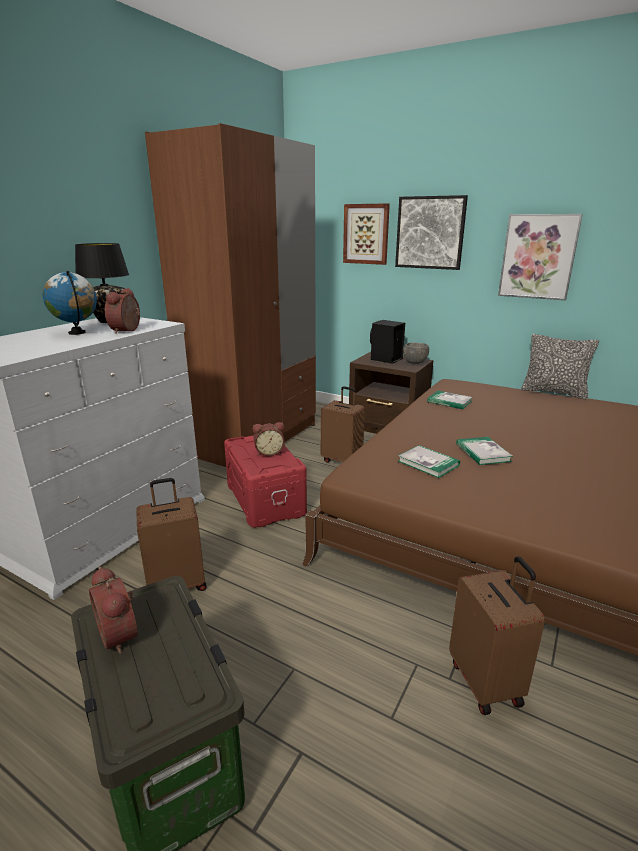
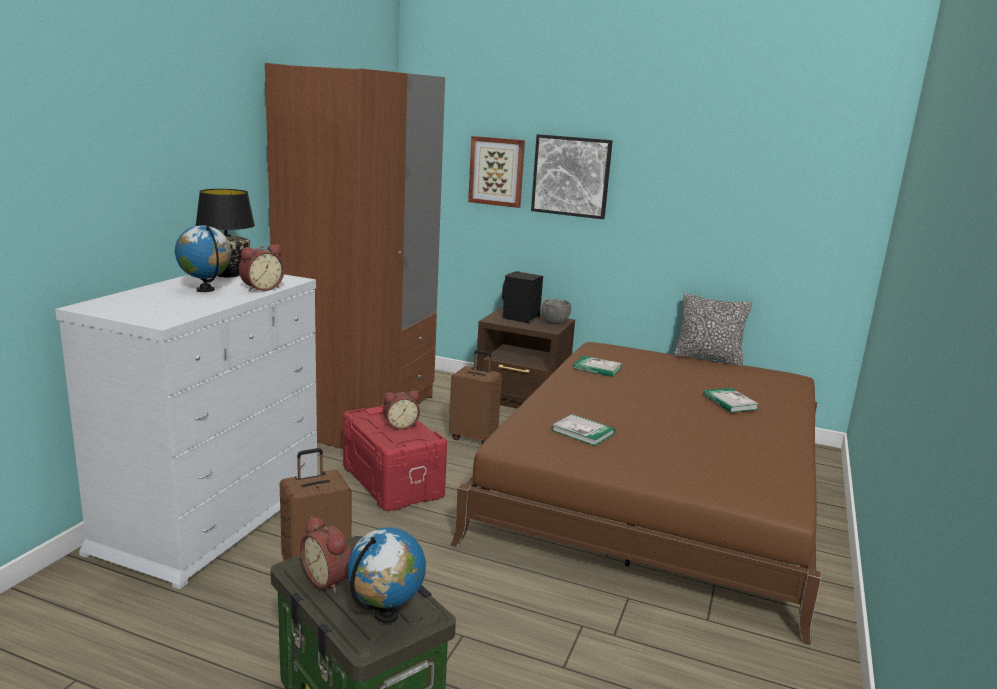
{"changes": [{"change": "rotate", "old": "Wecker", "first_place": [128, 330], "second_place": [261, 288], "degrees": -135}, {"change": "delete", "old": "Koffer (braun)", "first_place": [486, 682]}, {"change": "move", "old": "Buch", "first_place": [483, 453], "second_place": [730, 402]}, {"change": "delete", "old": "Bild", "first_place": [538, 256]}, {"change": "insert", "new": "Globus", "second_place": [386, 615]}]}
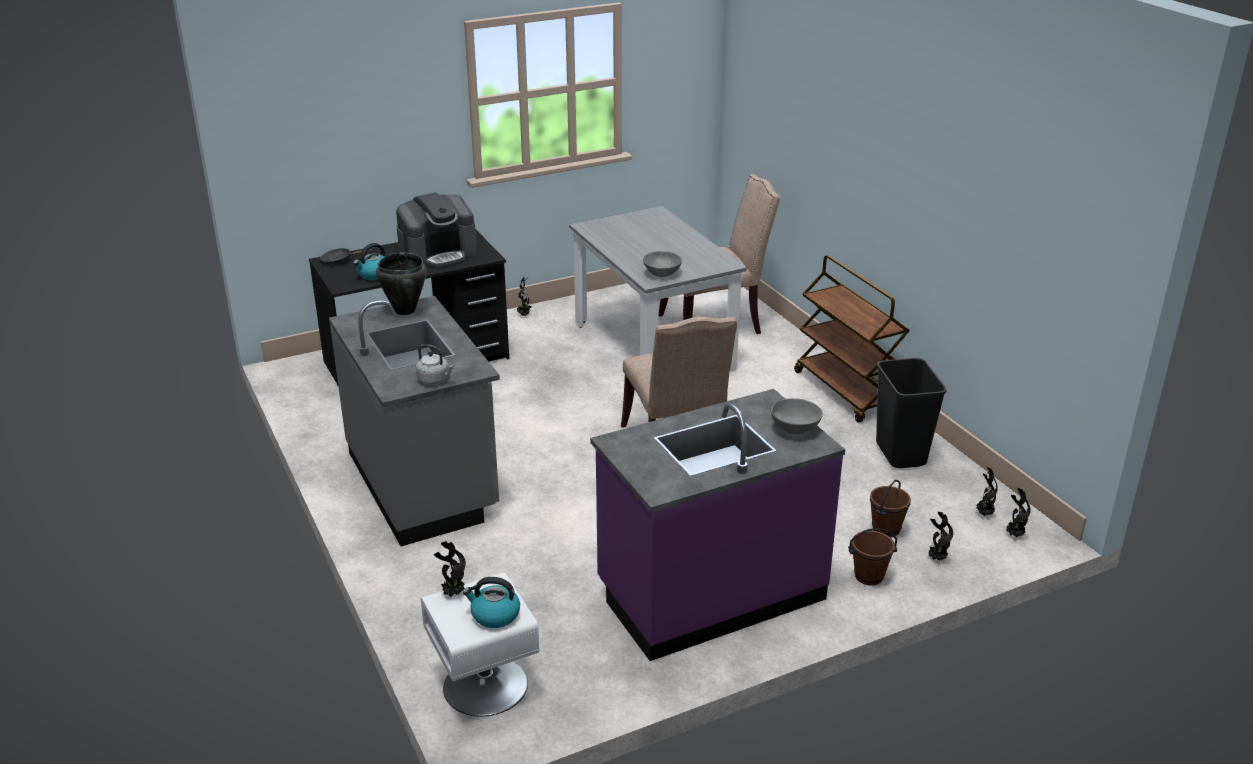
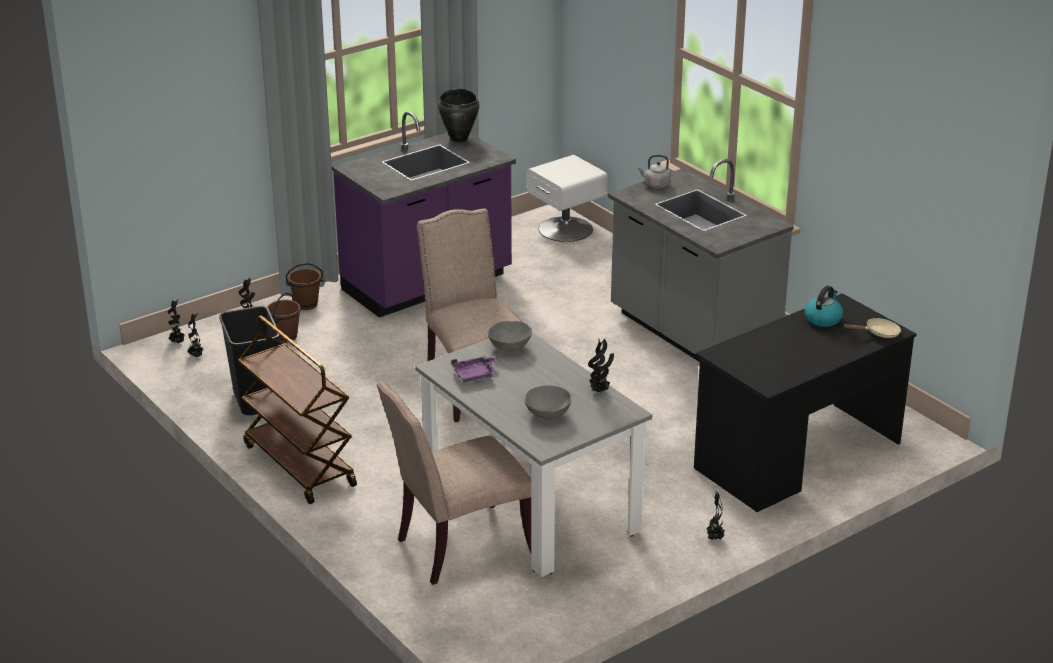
{"changes": [{"change": "recolor", "old": "Pfanne (schwarz)", "new": "Pfanne (beige)", "first_place": [340, 260], "second_place": [878, 333]}, {"change": "move", "old": "Kochtopf (schwarz)", "first_place": [404, 310], "second_place": [459, 138]}, {"change": "delete", "old": "Kaffeemaschine", "first_place": [438, 254]}, {"change": "move", "old": "Topfpflanze", "first_place": [452, 594], "second_place": [600, 391]}, {"change": "delete", "old": "Wasserkessel", "first_place": [494, 615]}, {"change": "move", "old": "Schüssel (grau)", "first_place": [795, 428], "second_place": [548, 414]}, {"change": "insert", "new": "Tablett (lila)", "second_place": [475, 375]}]}
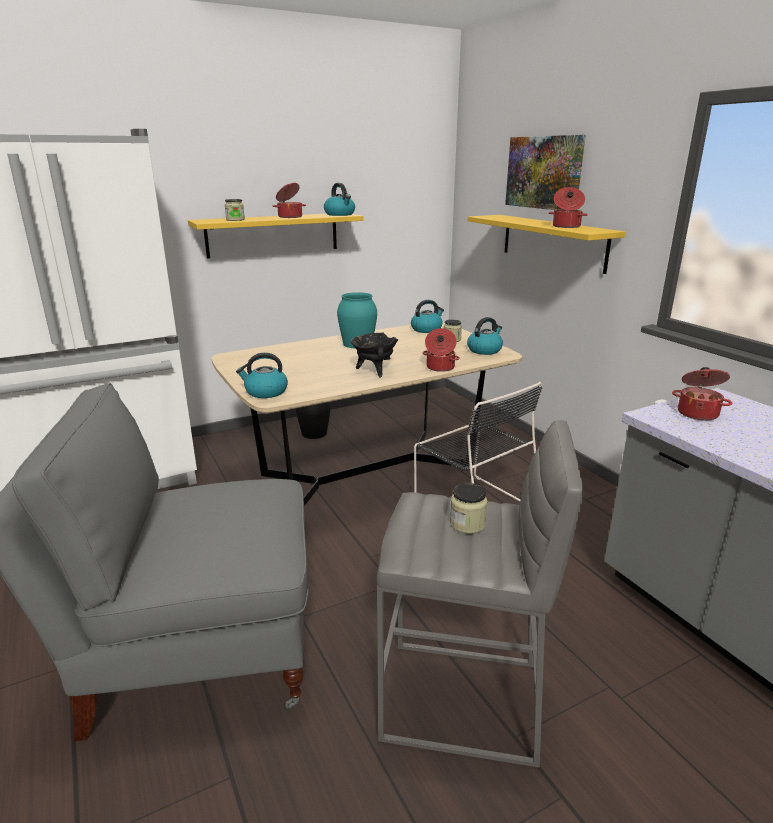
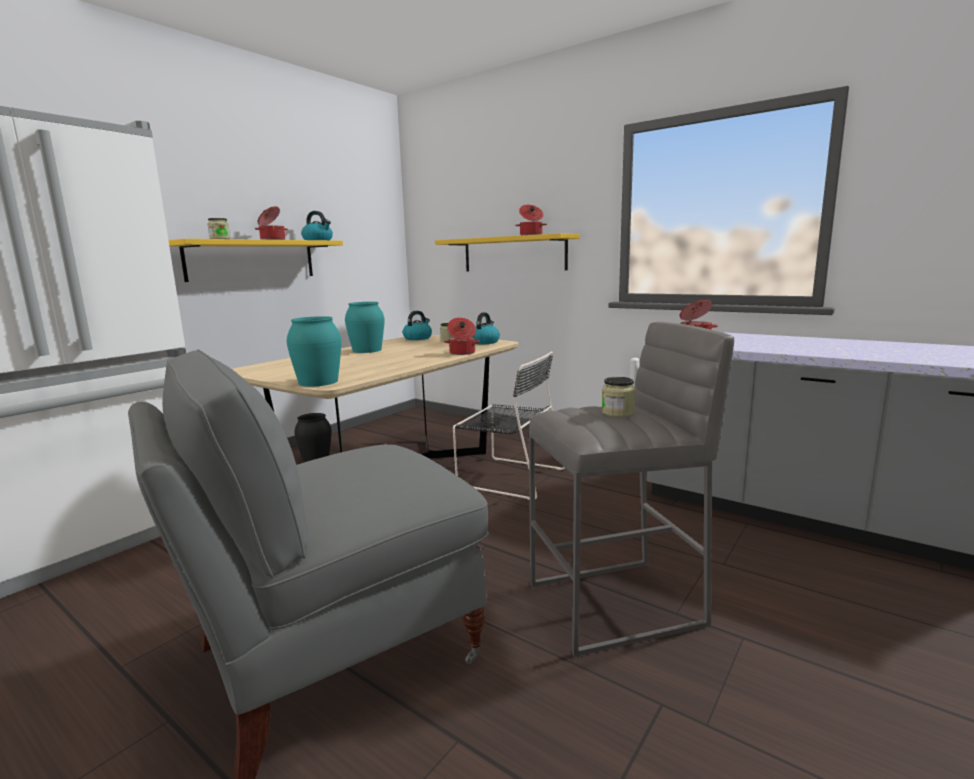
{"changes": [{"change": "replace", "old": "Wasserkessel", "new": "Vase (türkis)", "first_place": [265, 392], "second_place": [319, 382]}, {"change": "delete", "old": "Kochtopf (schwarz)", "first_place": [374, 370]}, {"change": "delete", "old": "Bild", "first_place": [544, 172]}]}
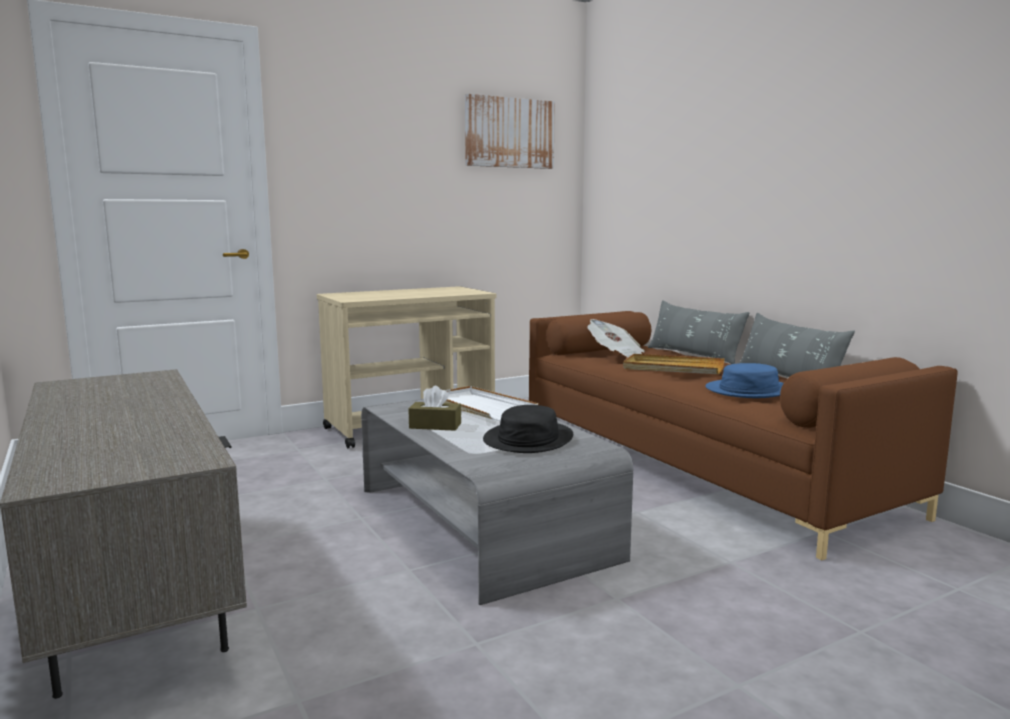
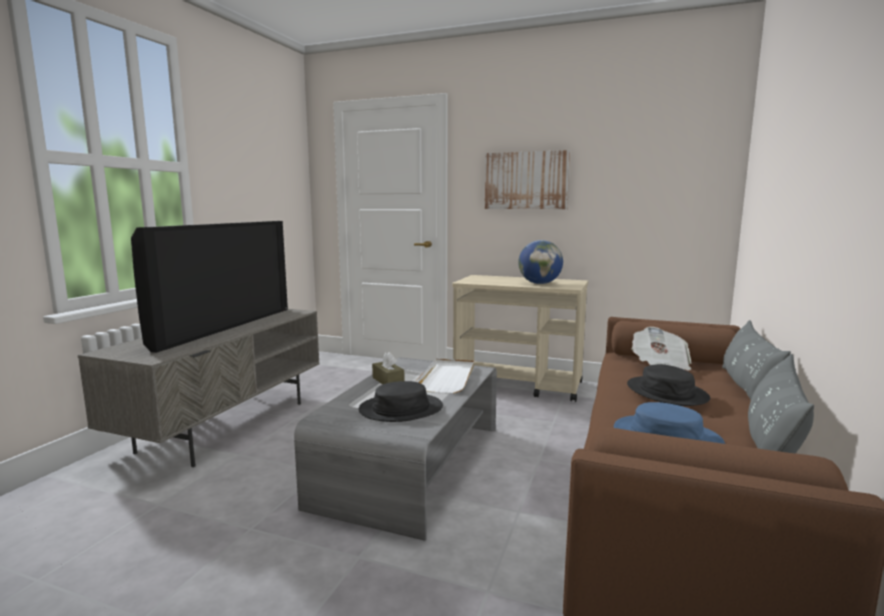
{"changes": [{"change": "move", "old": "Bild", "first_place": [509, 133], "second_place": [526, 180]}, {"change": "replace", "old": "Tablett (beige)", "new": "Hut (schwarz)", "first_place": [673, 368], "second_place": [667, 392]}, {"change": "insert", "new": "Fernseher", "second_place": [224, 326]}, {"change": "insert", "new": "Globus", "second_place": [539, 283]}]}
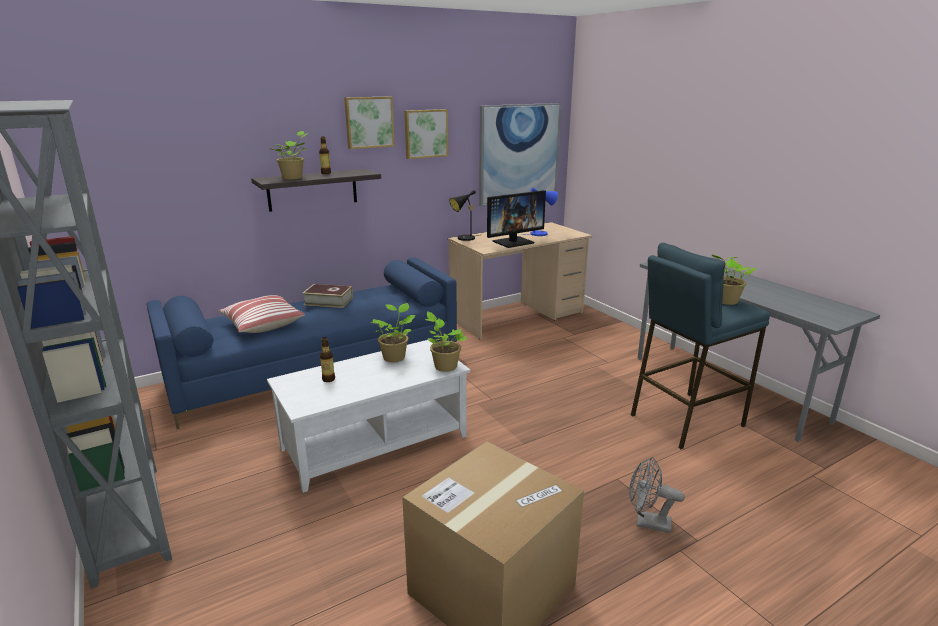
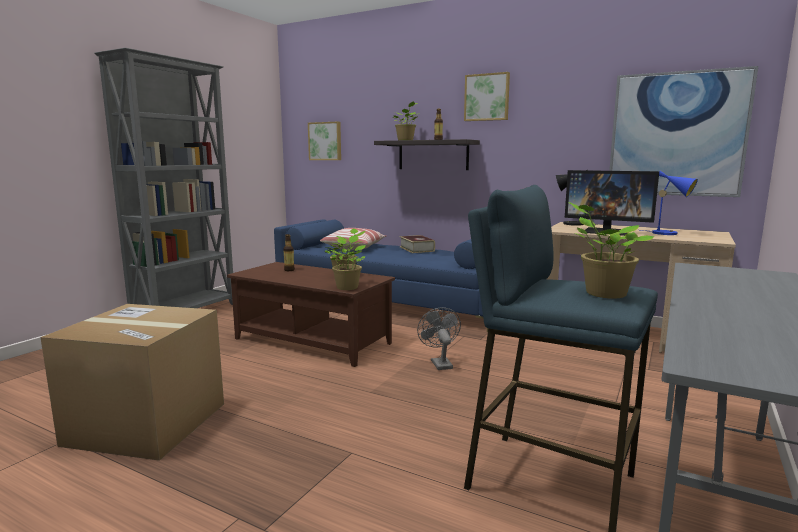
{"changes": [{"change": "recolor", "old": "Couchtisch (weiß)", "new": "Couchtisch (braun)", "first_place": [374, 442], "second_place": [313, 341]}, {"change": "move", "old": "Bild", "first_place": [425, 133], "second_place": [325, 141]}, {"change": "move", "old": "Ventilator (grau)", "first_place": [647, 523], "second_place": [439, 363]}]}
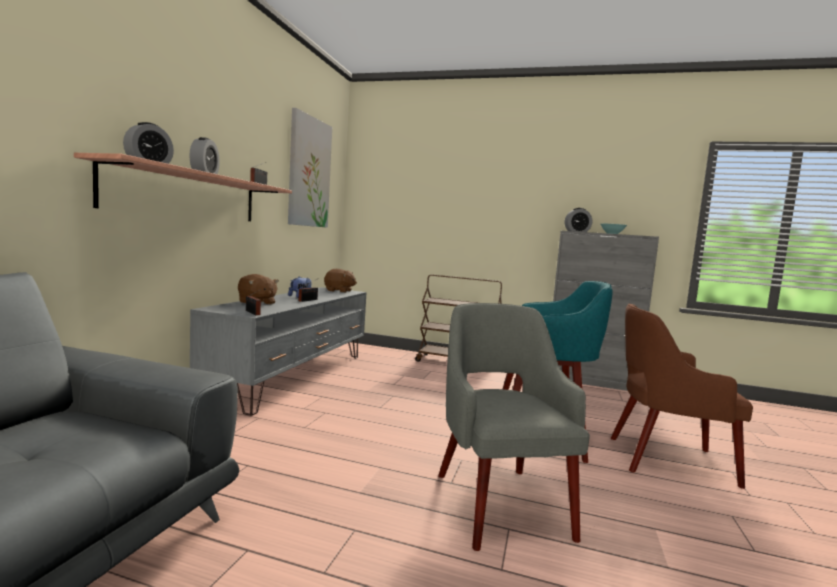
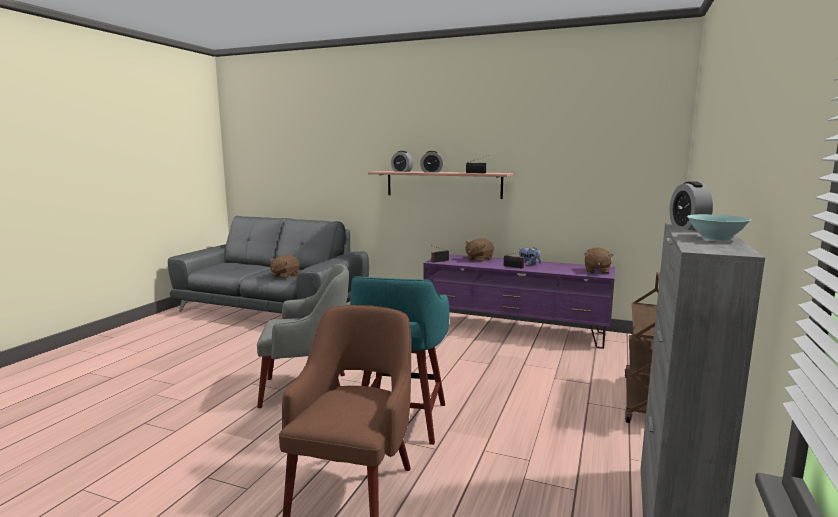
{"changes": [{"change": "recolor", "old": "Fernsehschrank (grau)", "new": "Fernsehschrank (lila)", "first_place": [293, 376], "second_place": [515, 329]}, {"change": "delete", "old": "Bild", "first_place": [309, 172]}, {"change": "insert", "new": "Plüschtier (braun)", "second_place": [284, 276]}]}
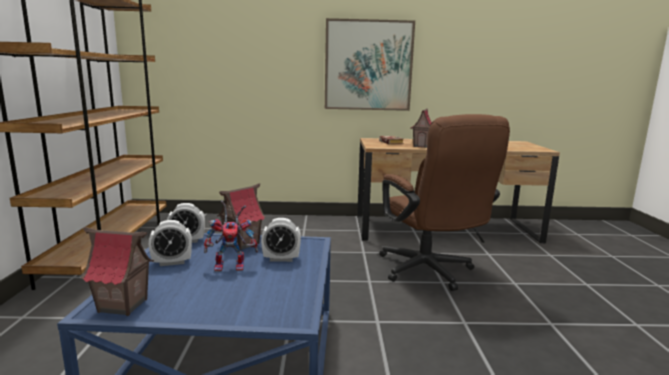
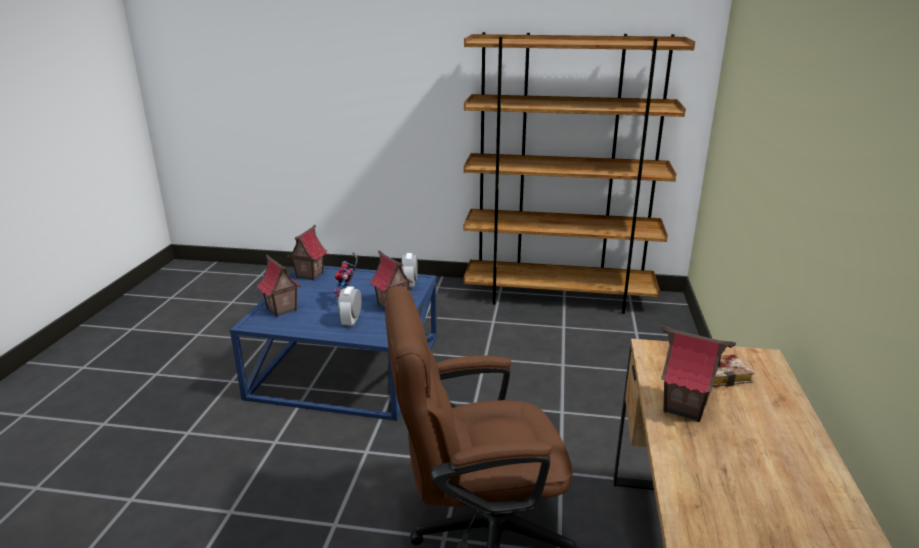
{"changes": [{"change": "delete", "old": "Wecker", "first_place": [172, 262]}, {"change": "delete", "old": "Bild", "first_place": [368, 65]}, {"change": "insert", "new": "Spielzeughaus", "second_place": [281, 309]}]}
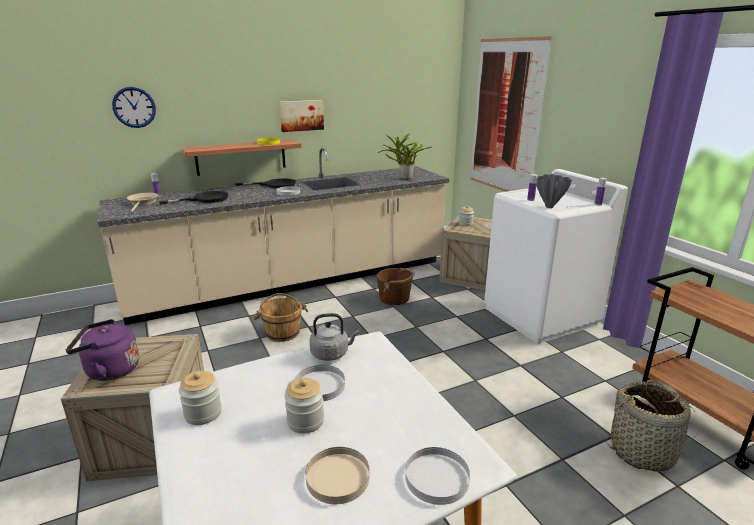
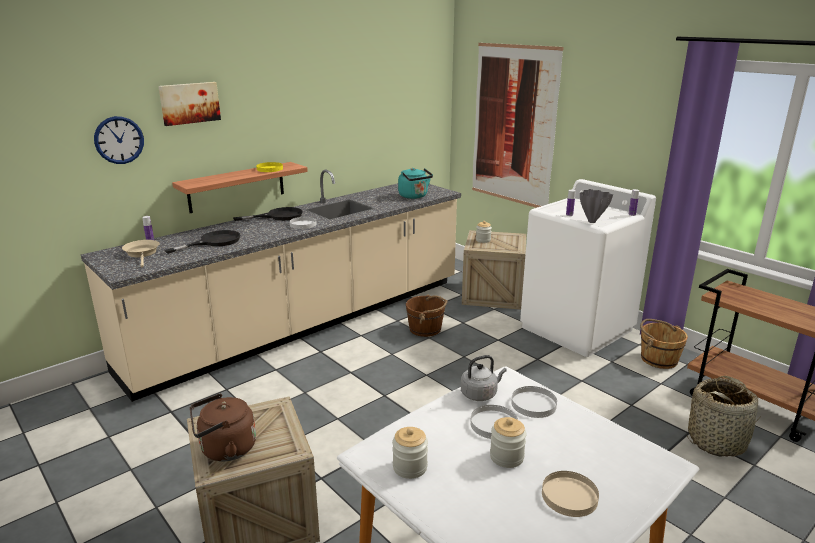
{"changes": [{"change": "recolor", "old": "Wasserkessel (lila)", "new": "Wasserkessel (braun)", "first_place": [109, 371], "second_place": [225, 450]}, {"change": "move", "old": "Eimer (braun)", "first_place": [282, 332], "second_place": [658, 359]}, {"change": "move", "old": "Bild", "first_place": [301, 115], "second_place": [189, 103]}, {"change": "replace", "old": "Topfpflanze", "new": "Wasserkessel (türkis)", "first_place": [404, 178], "second_place": [414, 196]}, {"change": "move", "old": "Teller (weiß)", "first_place": [437, 478], "second_place": [533, 404]}]}
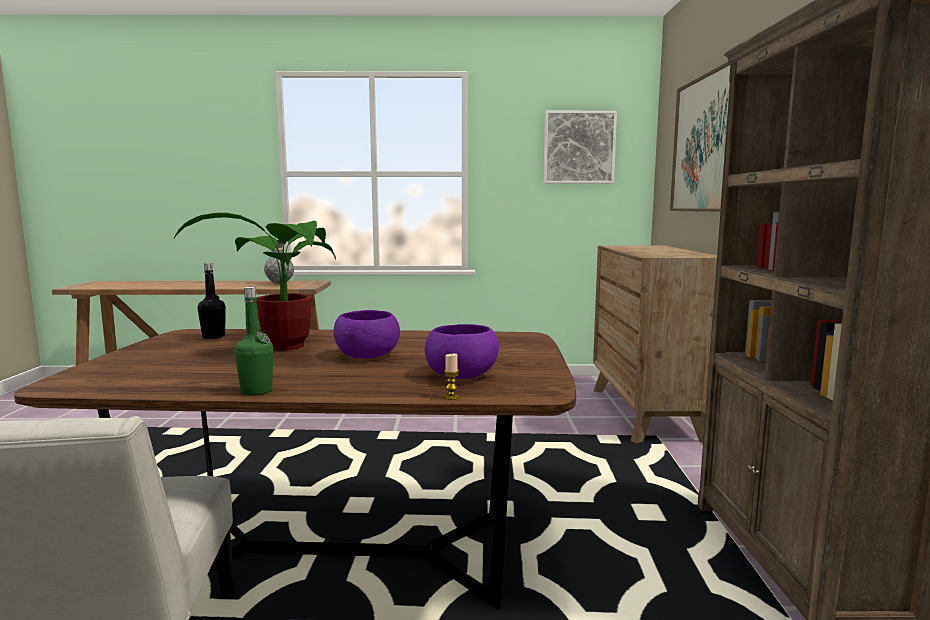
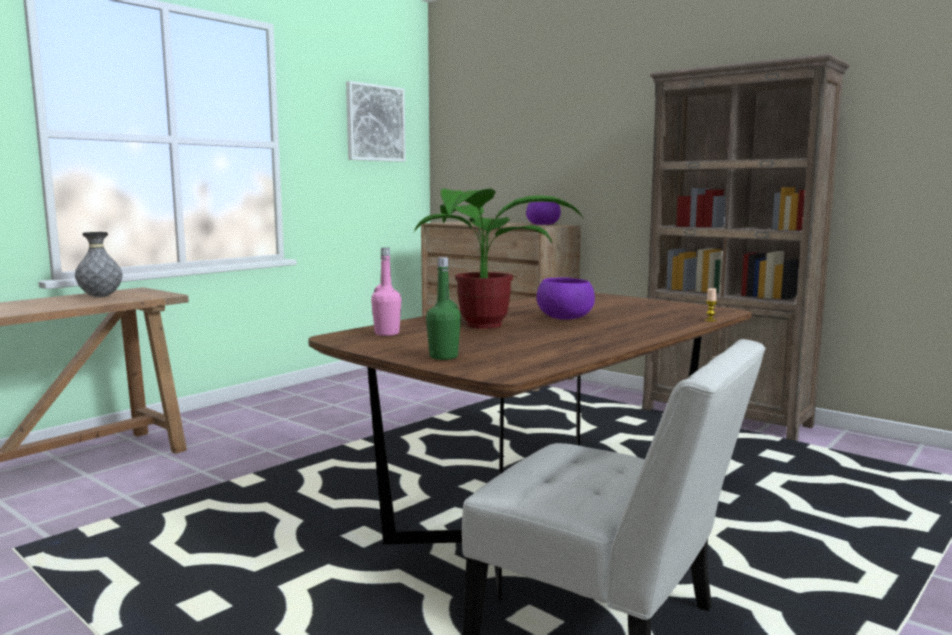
{"changes": [{"change": "recolor", "old": "Flasche (schwarz)", "new": "Flasche (rosa)", "first_place": [213, 337], "second_place": [387, 333]}, {"change": "move", "old": "Flasche (grün)", "first_place": [256, 391], "second_place": [443, 357]}, {"change": "move", "old": "Schüssel (lila)", "first_place": [461, 375], "second_place": [542, 224]}, {"change": "delete", "old": "Bild", "first_place": [703, 144]}]}
